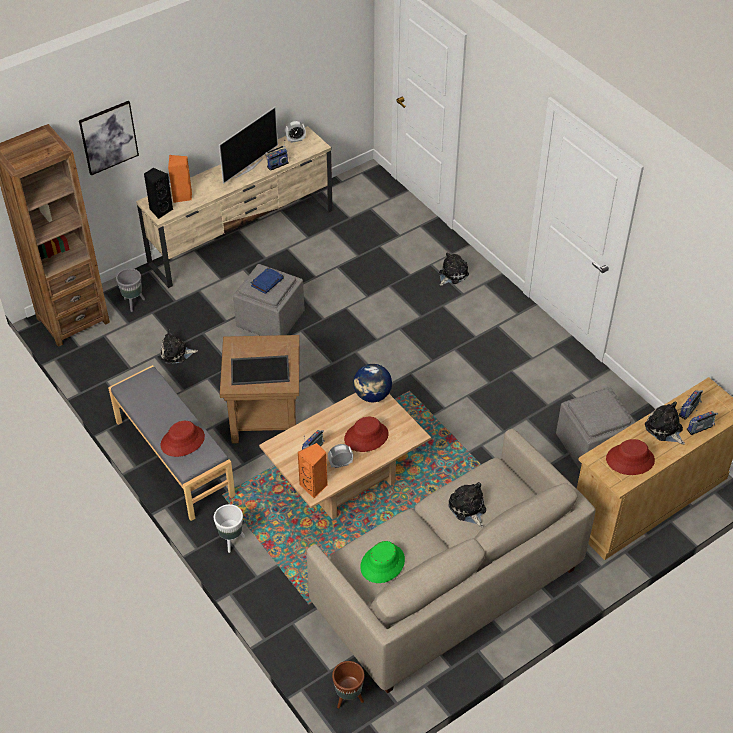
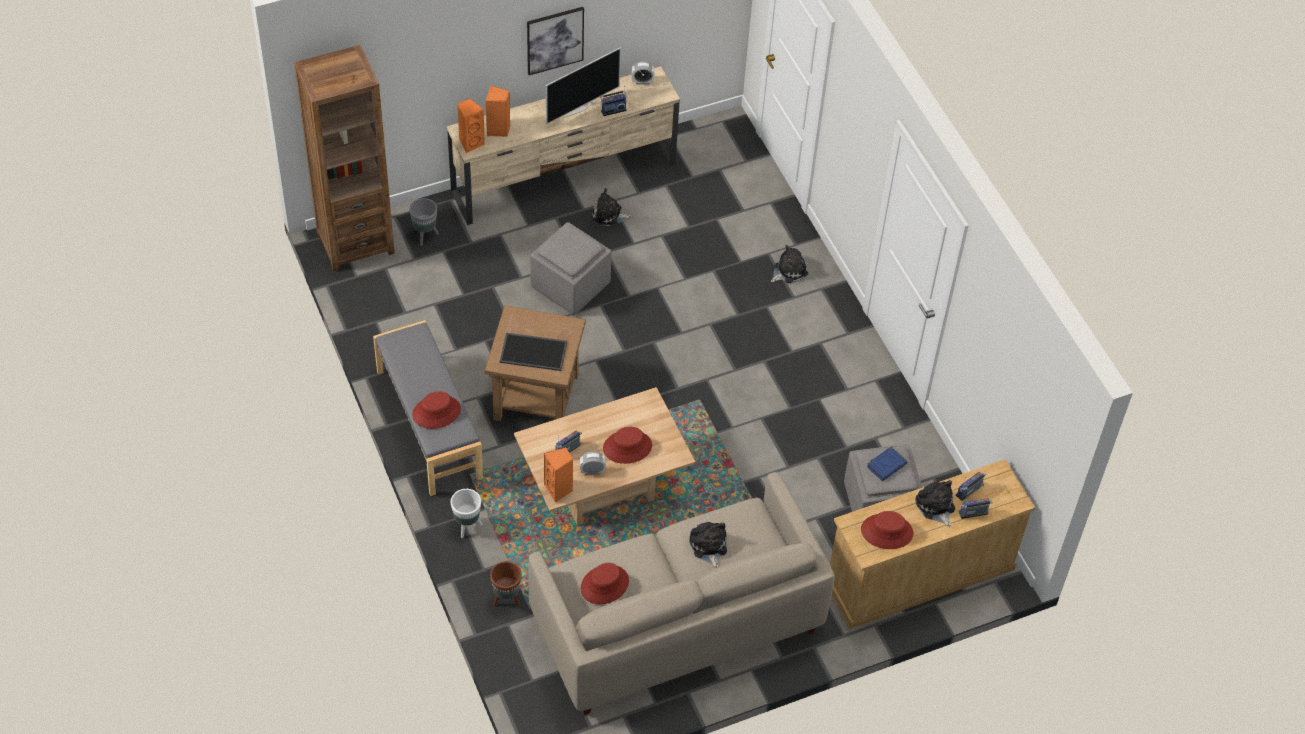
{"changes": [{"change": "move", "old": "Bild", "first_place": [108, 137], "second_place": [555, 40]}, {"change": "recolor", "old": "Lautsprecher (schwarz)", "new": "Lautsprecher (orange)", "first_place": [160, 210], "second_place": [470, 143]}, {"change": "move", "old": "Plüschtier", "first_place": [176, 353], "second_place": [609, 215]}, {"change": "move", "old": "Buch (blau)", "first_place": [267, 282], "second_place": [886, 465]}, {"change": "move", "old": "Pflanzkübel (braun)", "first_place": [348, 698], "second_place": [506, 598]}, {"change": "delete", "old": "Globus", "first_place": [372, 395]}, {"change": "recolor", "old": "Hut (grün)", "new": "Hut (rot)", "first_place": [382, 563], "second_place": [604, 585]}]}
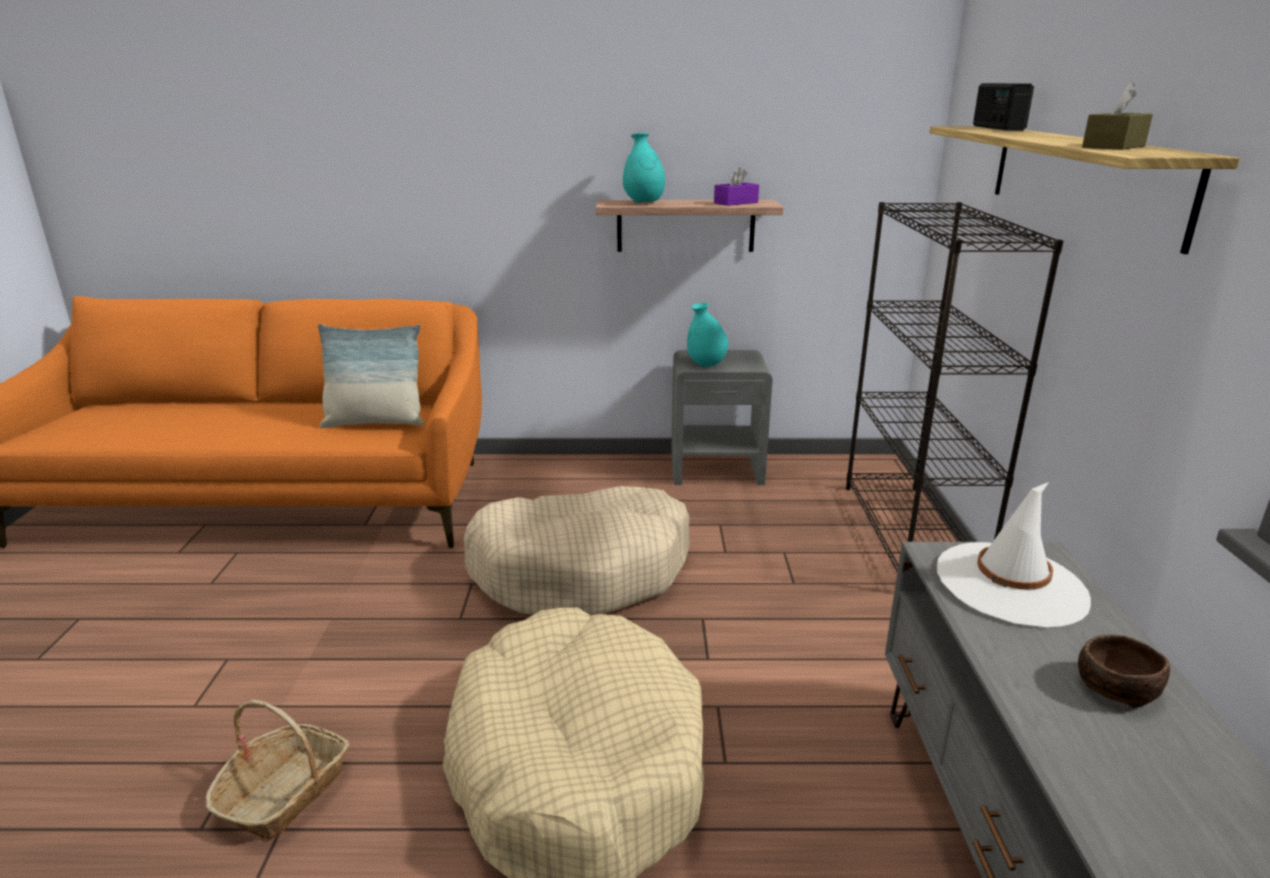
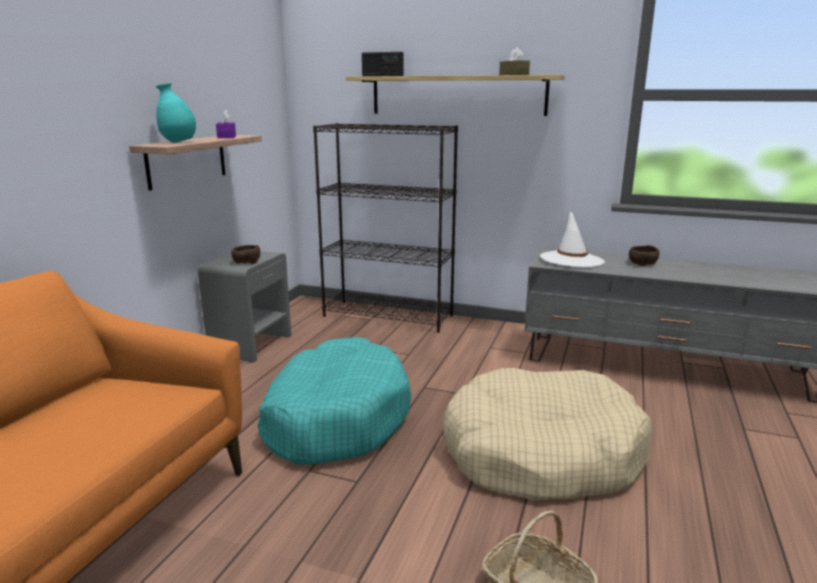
{"changes": [{"change": "delete", "old": "Kissen", "first_place": [375, 422]}, {"change": "recolor", "old": "Hundebett (beige)", "new": "Hundebett (türkis)", "first_place": [582, 570], "second_place": [335, 418]}, {"change": "replace", "old": "Vase (türkis)", "new": "Schüssel (braun)", "first_place": [706, 365], "second_place": [246, 262]}]}
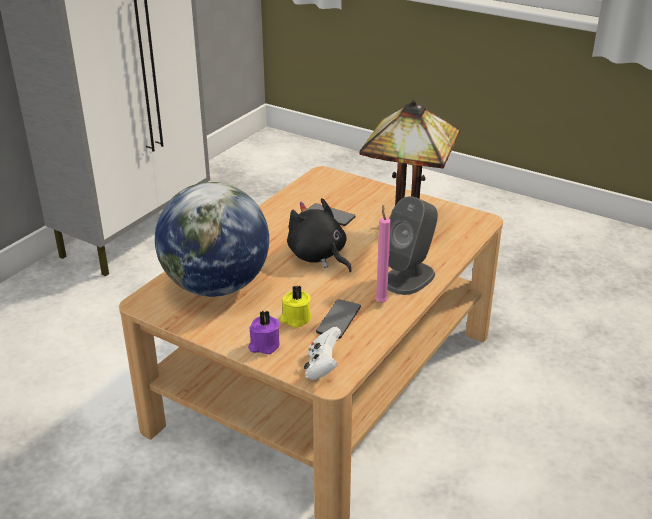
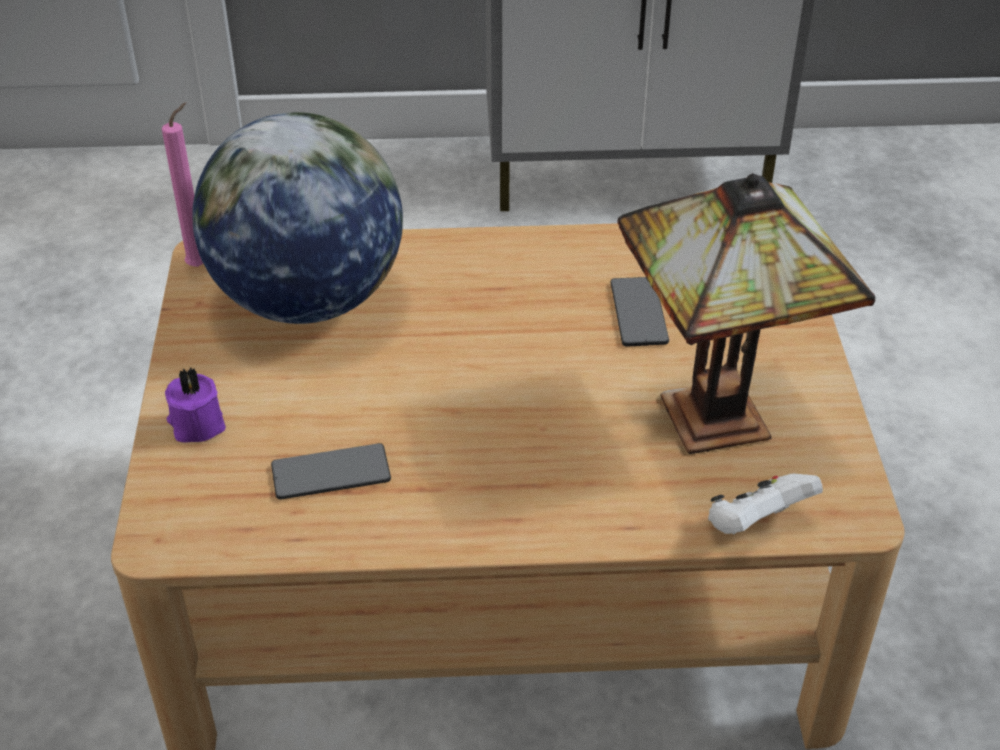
{"changes": [{"change": "delete", "old": "Kerze (gelb)", "first_place": [295, 319]}, {"change": "delete", "old": "Plüschtier (schwarz)", "first_place": [318, 256]}, {"change": "move", "old": "Gamepad (weiß)", "first_place": [322, 368], "second_place": [756, 524]}, {"change": "move", "old": "Kerze (rosa)", "first_place": [381, 301], "second_place": [201, 265]}, {"change": "delete", "old": "Lautsprecher (grau)", "first_place": [409, 278]}]}
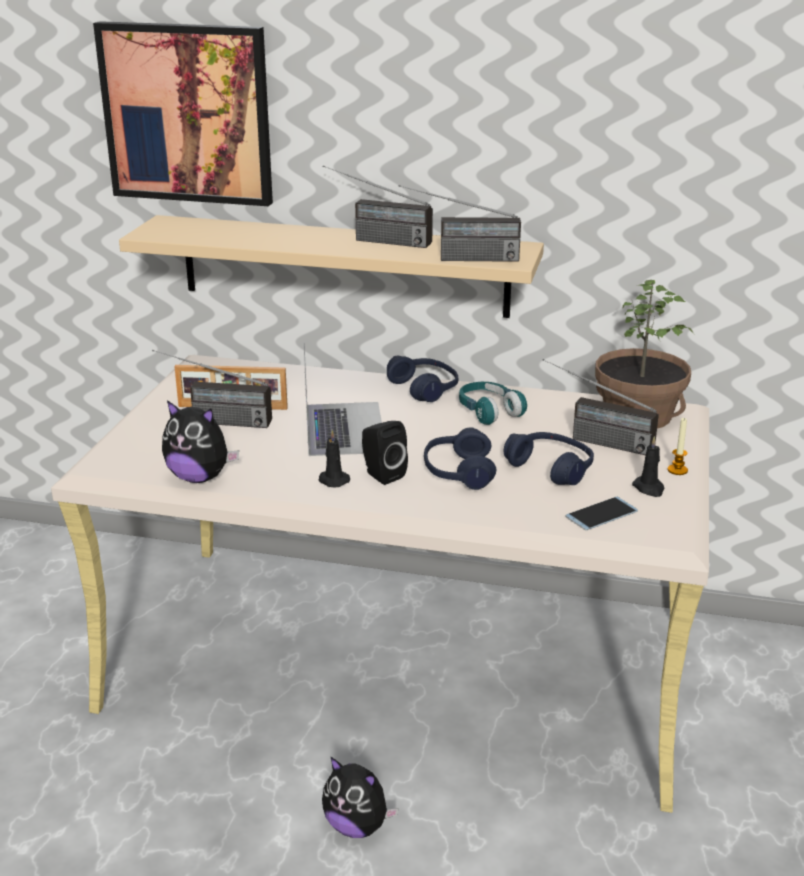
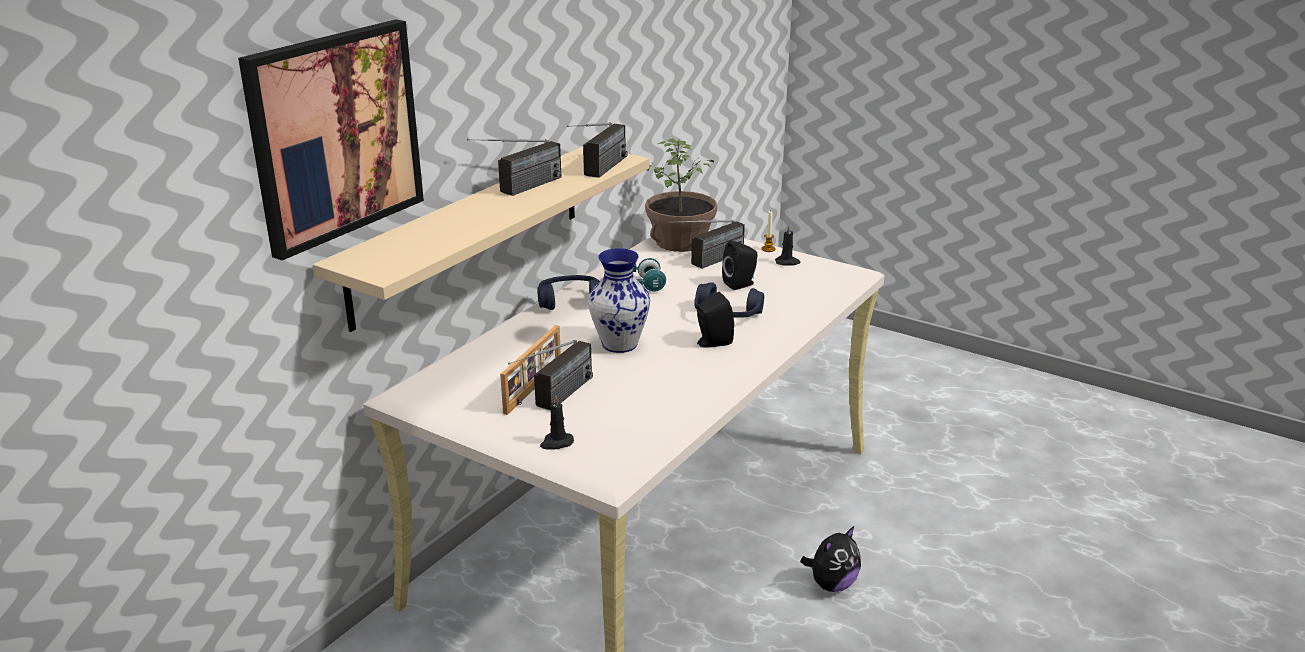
{"changes": [{"change": "delete", "old": "Plüschtier", "first_place": [199, 477]}, {"change": "replace", "old": "Laptop", "new": "Vase", "first_place": [344, 428], "second_place": [618, 344]}, {"change": "move", "old": "Kerze (schwarz)", "first_place": [332, 480], "second_place": [556, 443]}, {"change": "replace", "old": "Kopfhörer (blau)", "new": "Lautsprecher (schwarz)", "first_place": [550, 468], "second_place": [741, 284]}, {"change": "delete", "old": "Handy", "first_place": [601, 514]}]}
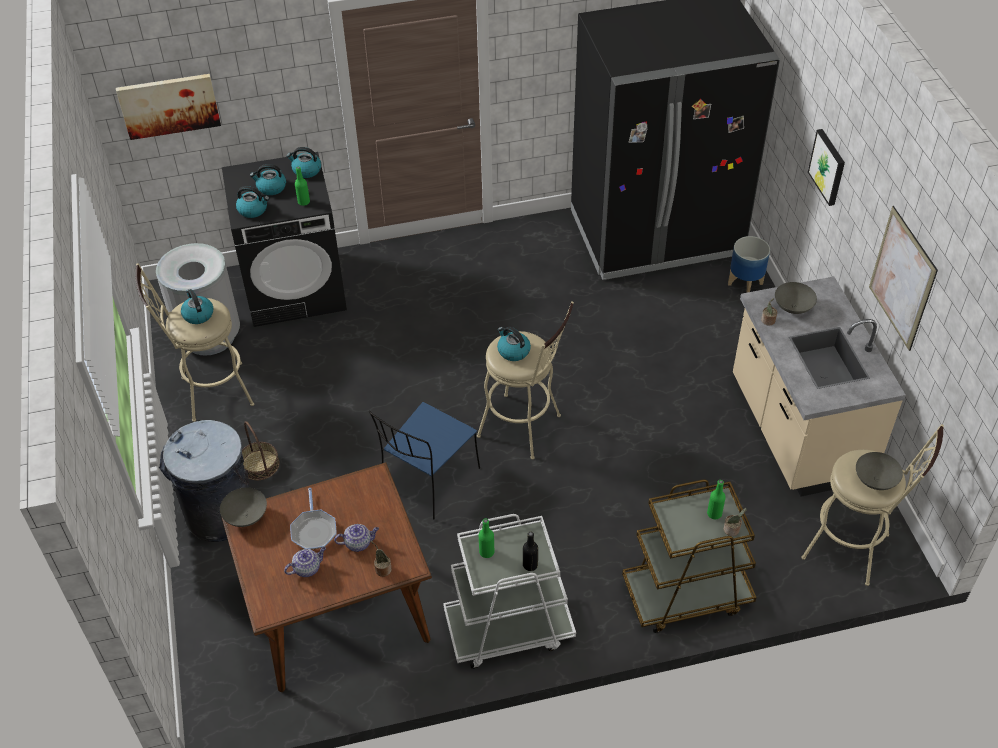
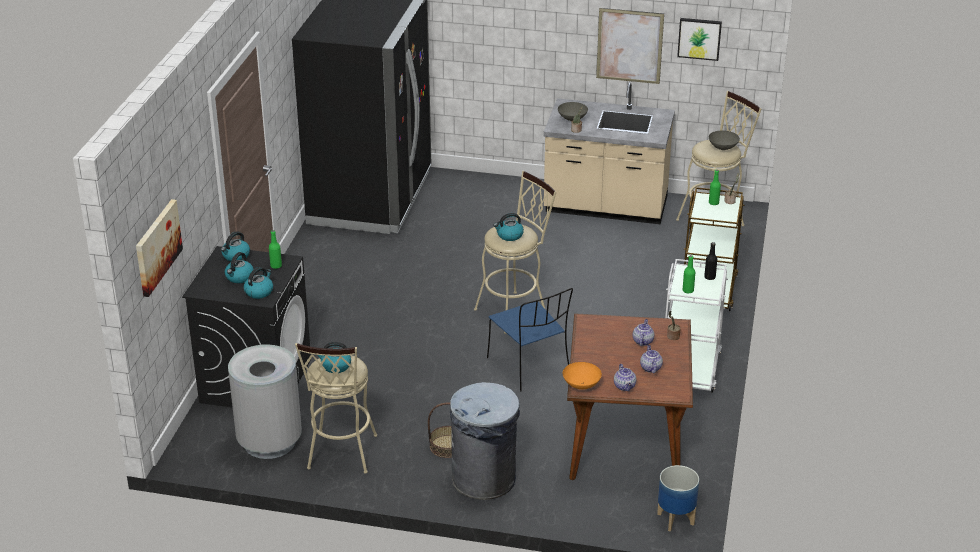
{"changes": [{"change": "recolor", "old": "Schüssel (grau)", "new": "Schüssel (orange)", "first_place": [246, 516], "second_place": [581, 385]}, {"change": "delete", "old": "Pfanne", "first_place": [314, 530]}, {"change": "move", "old": "Pflanzkübel", "first_place": [744, 284], "second_place": [675, 519]}, {"change": "move", "old": "Bild", "first_place": [828, 167], "second_place": [699, 38]}, {"change": "insert", "new": "Teekanne", "second_place": [625, 386]}]}
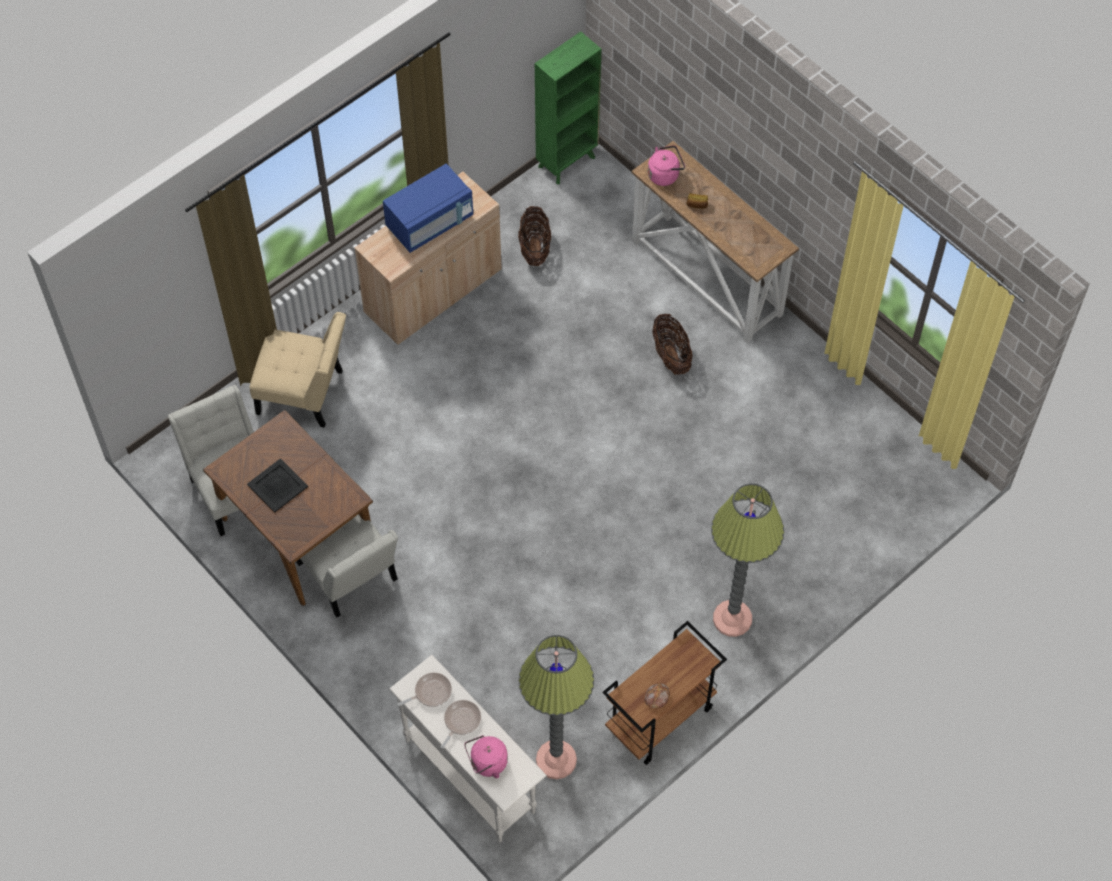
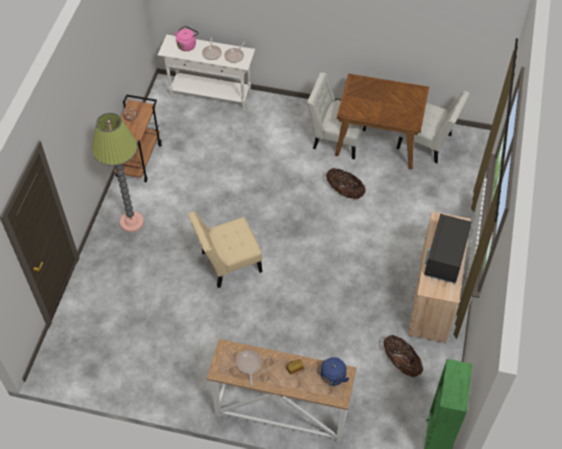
{"changes": [{"change": "delete", "old": "Tablett (schwarz)", "first_place": [278, 485]}, {"change": "move", "old": "Stuhl (beige)", "first_place": [305, 394], "second_place": [228, 263]}, {"change": "recolor", "old": "Mikrowelle (blau)", "new": "Mikrowelle (schwarz)", "first_place": [430, 222], "second_place": [444, 258]}, {"change": "delete", "old": "Stehlampe", "first_place": [556, 760]}, {"change": "recolor", "old": "Wasserkessel (rosa)", "new": "Wasserkessel (blau)", "first_place": [665, 175], "second_place": [332, 377]}, {"change": "move", "old": "Korb", "first_place": [671, 356], "second_place": [344, 192]}, {"change": "insert", "new": "Pfanne", "second_place": [248, 365]}]}
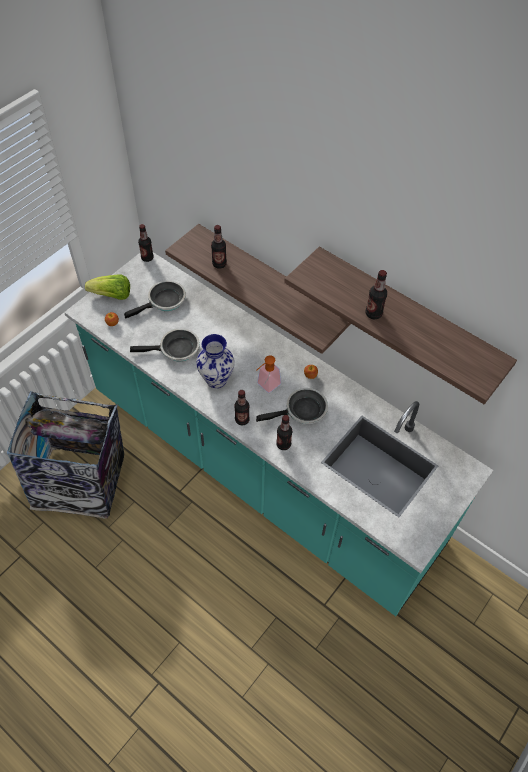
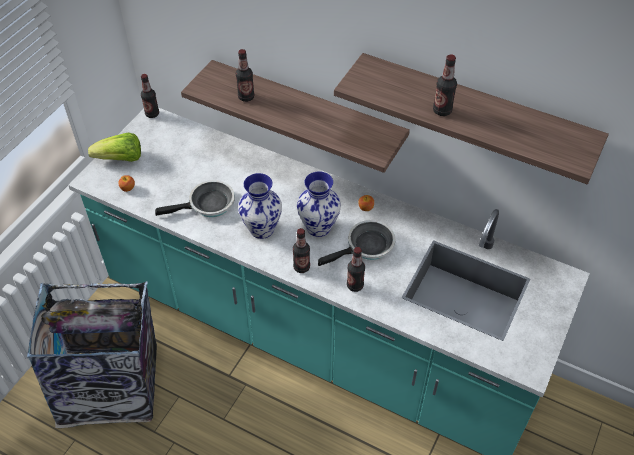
{"changes": [{"change": "delete", "old": "Pfanne", "first_place": [164, 301]}, {"change": "replace", "old": "Seifenspender", "new": "Vase", "first_place": [266, 386], "second_place": [319, 227]}]}
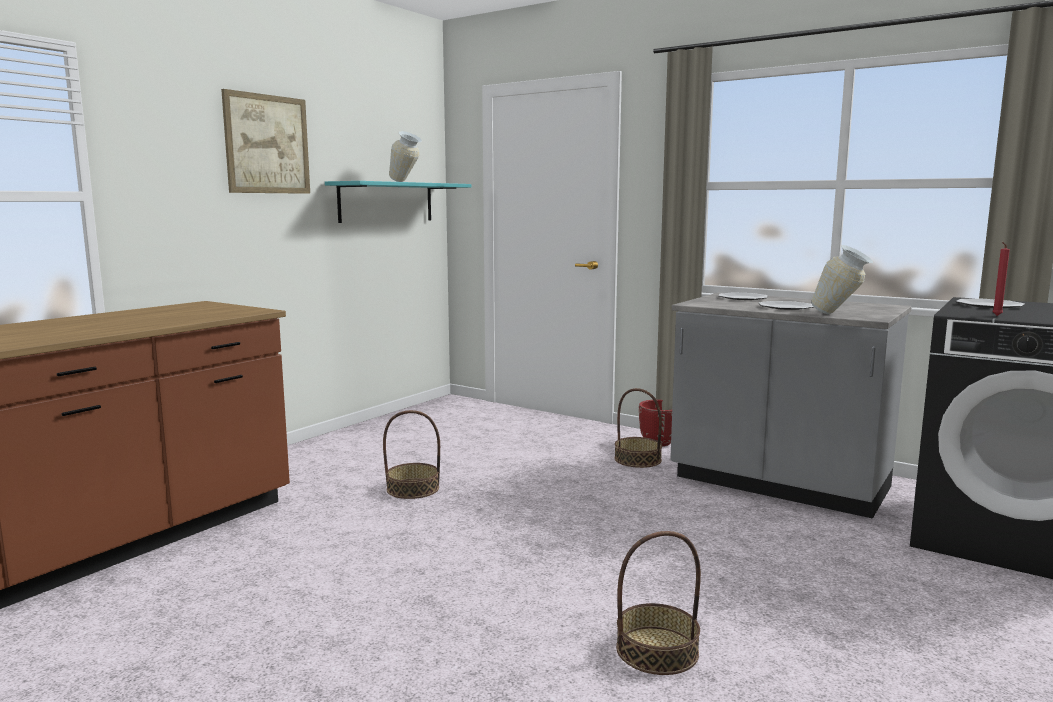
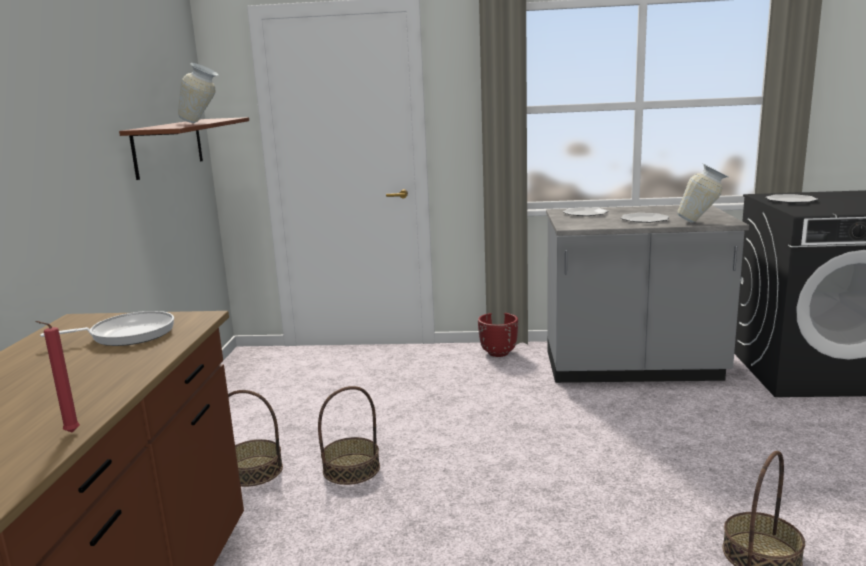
{"changes": [{"change": "delete", "old": "Bild", "first_place": [267, 144]}, {"change": "recolor", "old": "Wandregal (türkis)", "new": "Wandregal (braun)", "first_place": [386, 202], "second_place": [169, 147]}, {"change": "move", "old": "Korb", "first_place": [638, 459], "second_place": [254, 471]}, {"change": "move", "old": "Kerze (rot)", "first_place": [996, 316], "second_place": [69, 433]}, {"change": "insert", "new": "Pfanne", "second_place": [127, 334]}]}
